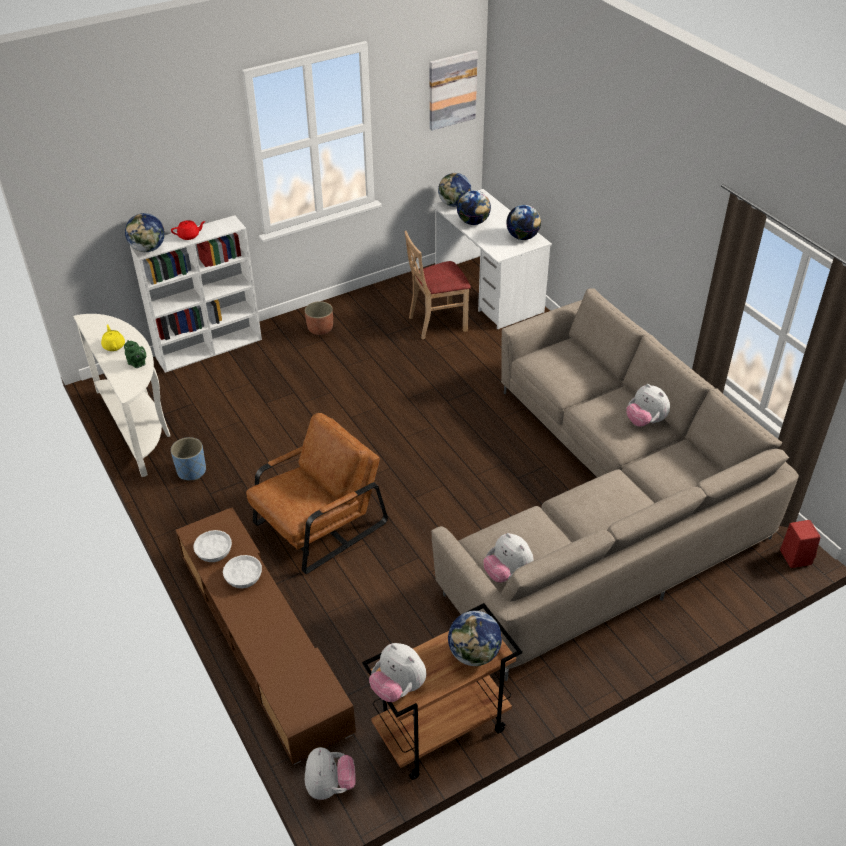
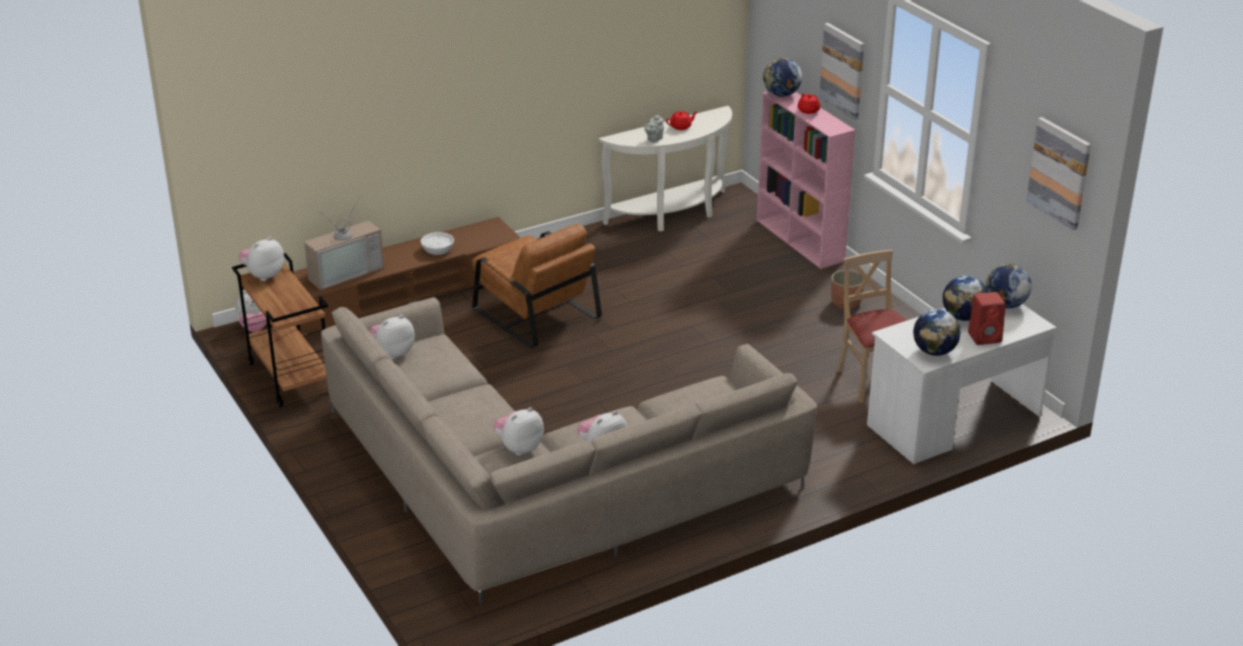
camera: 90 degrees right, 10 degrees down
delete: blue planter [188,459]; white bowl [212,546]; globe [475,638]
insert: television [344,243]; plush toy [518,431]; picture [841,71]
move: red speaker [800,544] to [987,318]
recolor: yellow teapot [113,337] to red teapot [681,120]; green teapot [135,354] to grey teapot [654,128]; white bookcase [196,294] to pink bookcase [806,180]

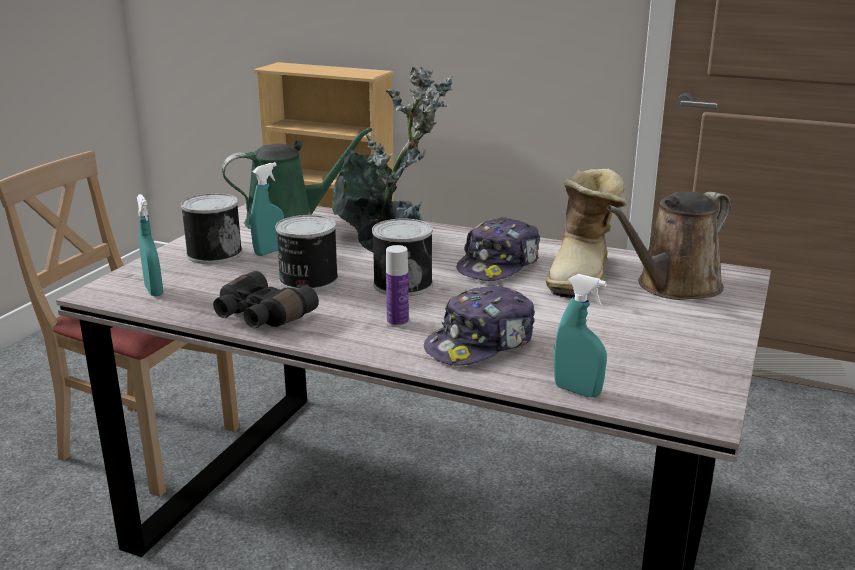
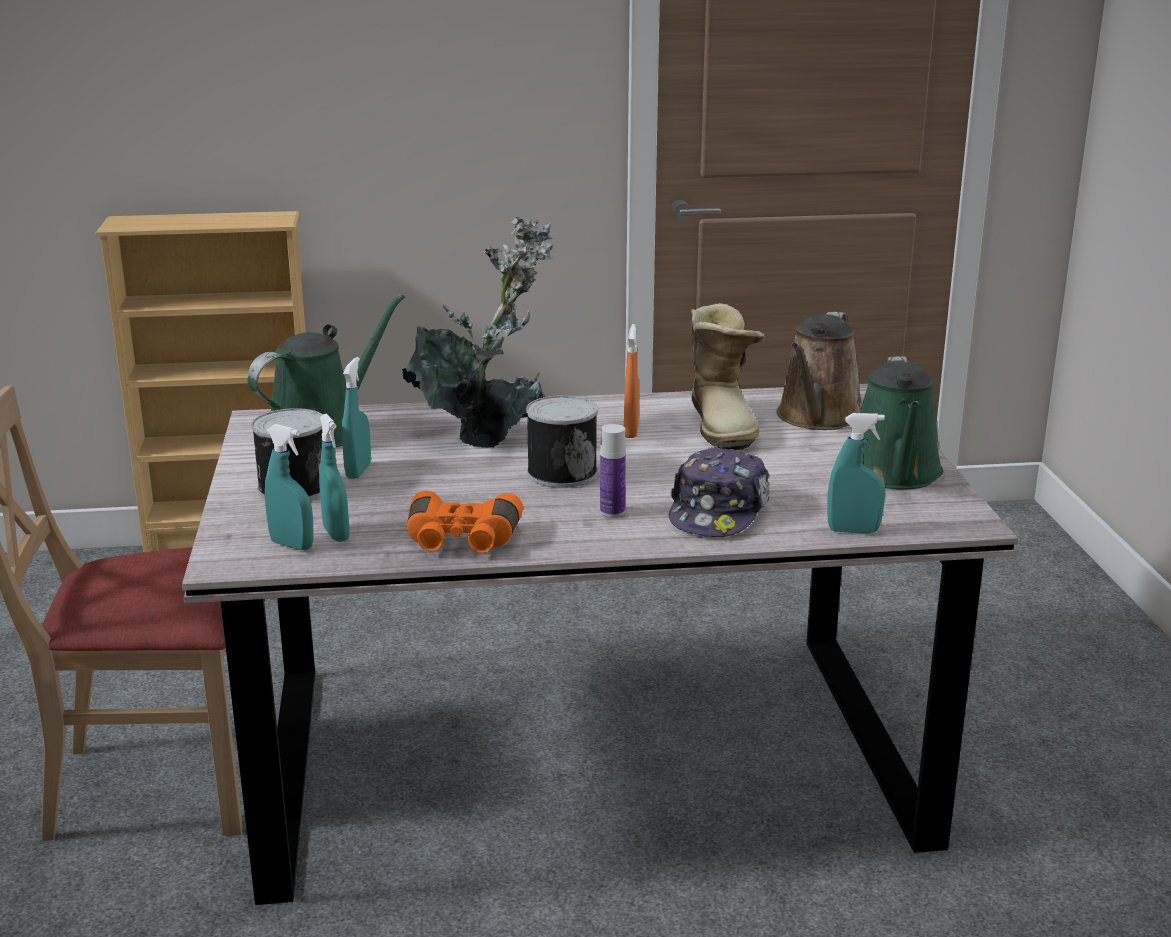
camera: 30 degrees left, 0 degrees up
delete: can [306,253]
insert: turquoise spray bottle [334,478]; green watering can [901,422]
replace: cap [498,248] to orange spray bottle [631,381]
recolor: black binoculars [266,299] to orange binoculars [465,522]

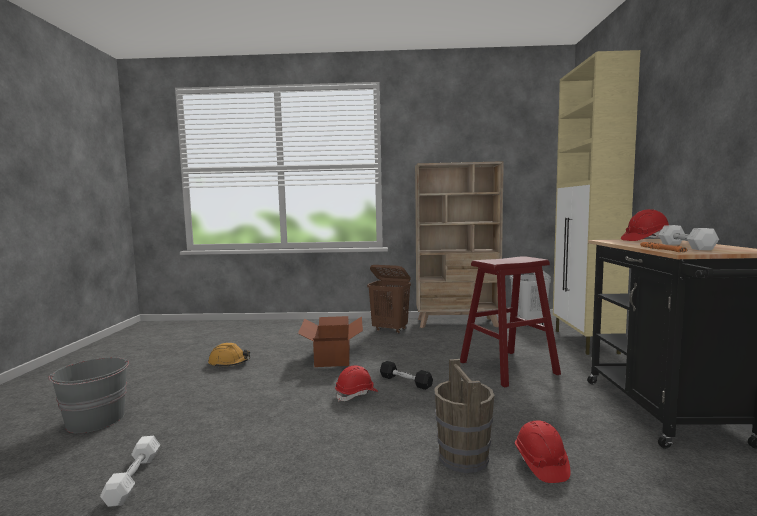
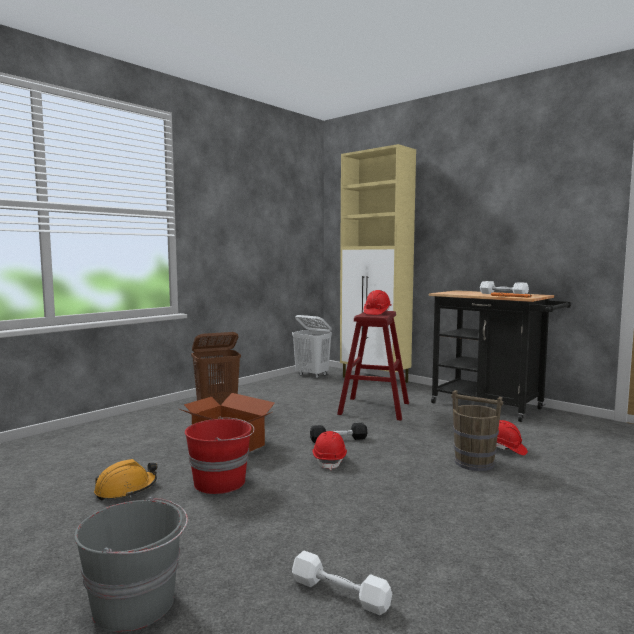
camera: 50 degrees left, 0 degrees up
delete: beige bookcase [459,244]
insert: red bucket [219,455]
move: red hard hat [645,225] to [377,302]

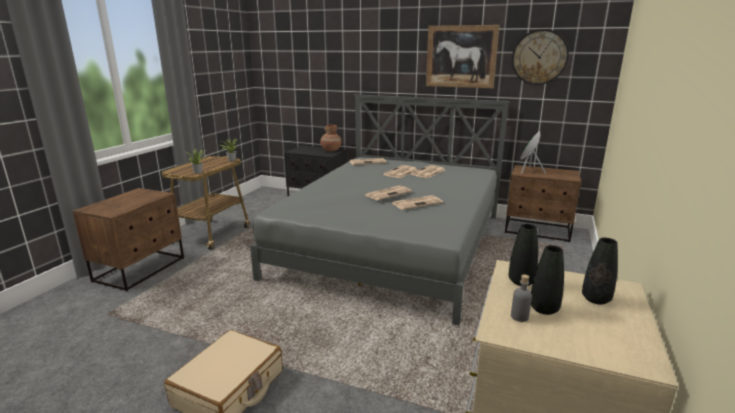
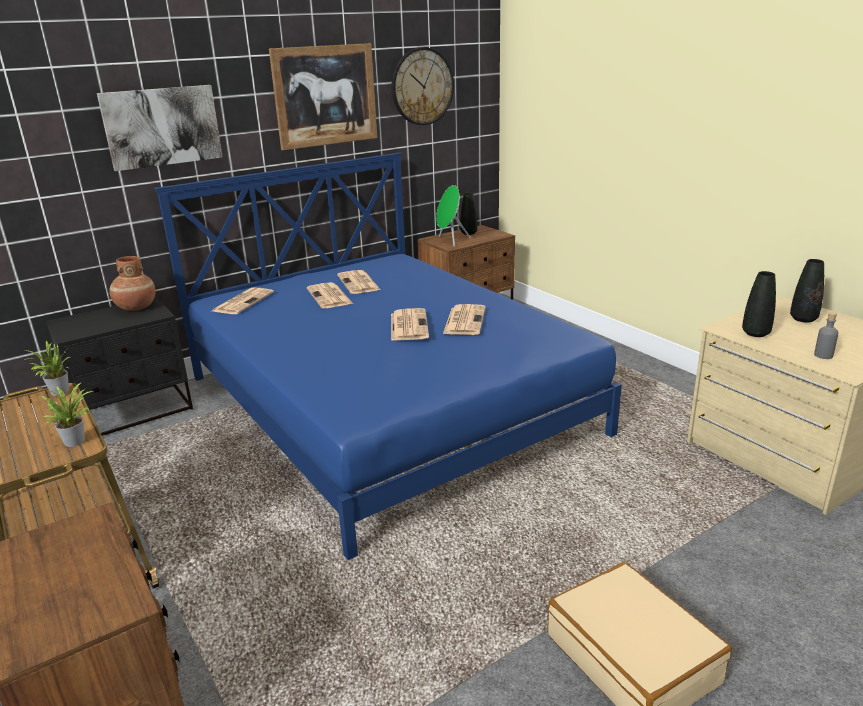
camera: 55 degrees left, 5 degrees up
insert: picture [160,128]
move: black vase [547,280] to [469,214]
recolor: grey bed [380,210] to blue bed [388,356]

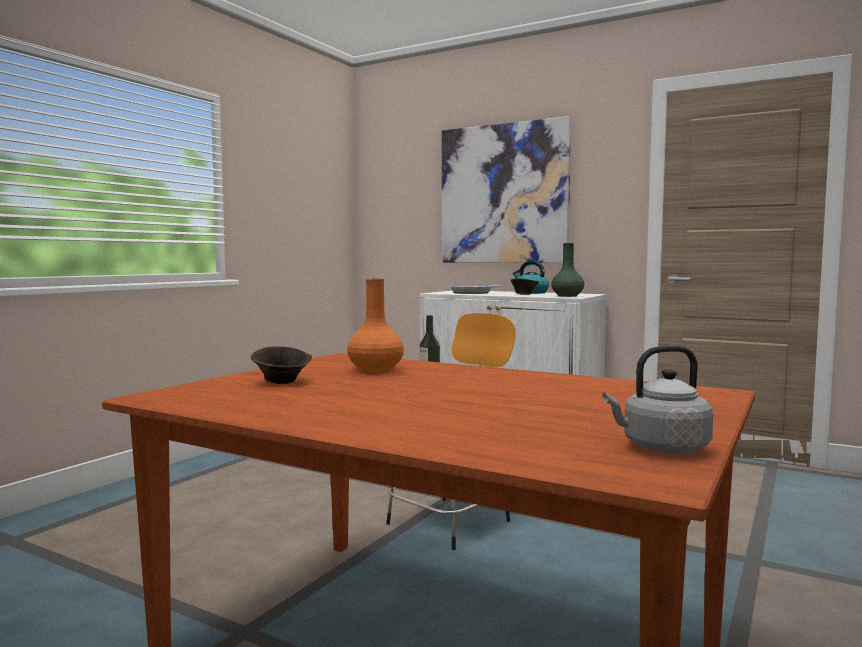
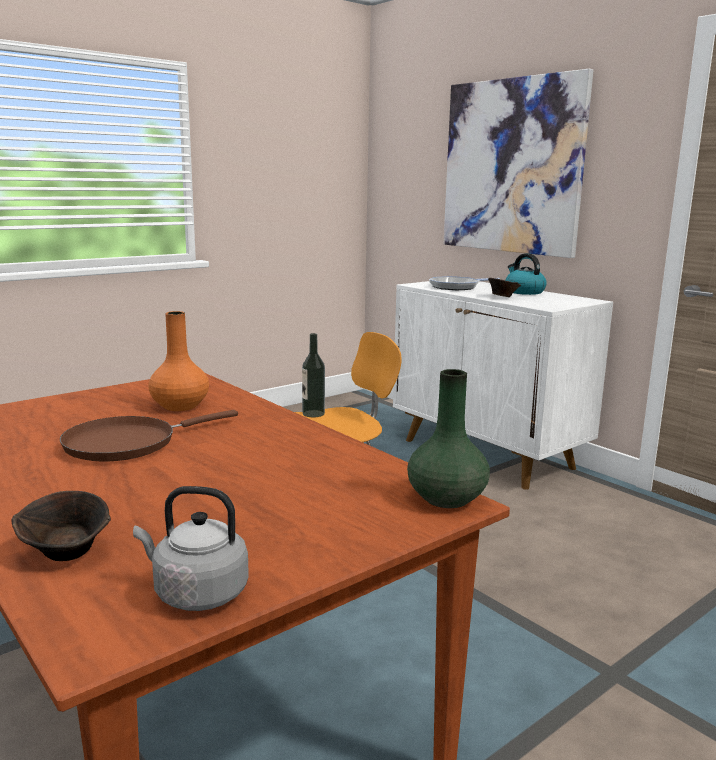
camera: 20 degrees right, 10 degrees up
insert: brown frying pan [149,435]
move: brown bowl [281,365] to [61,526]; green vase [567,270] to [448,438]

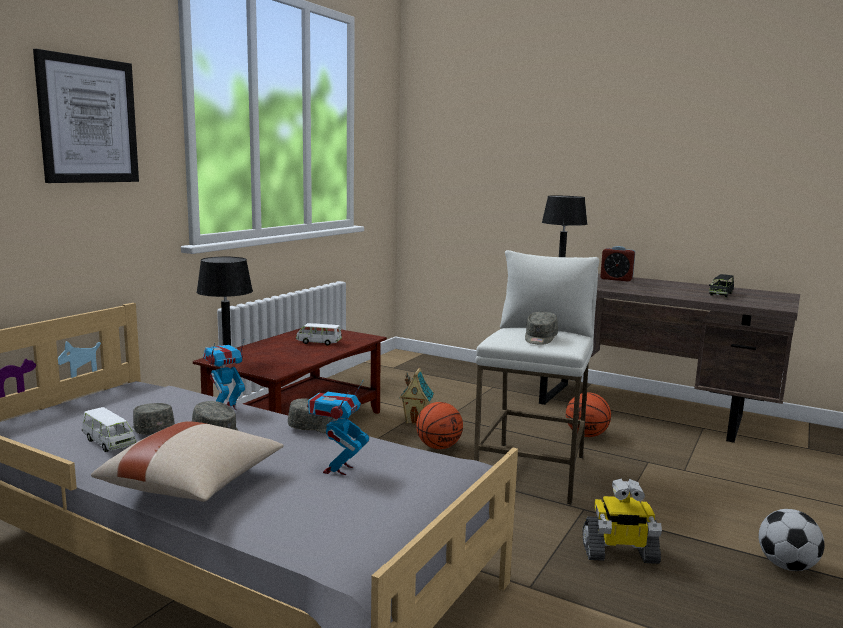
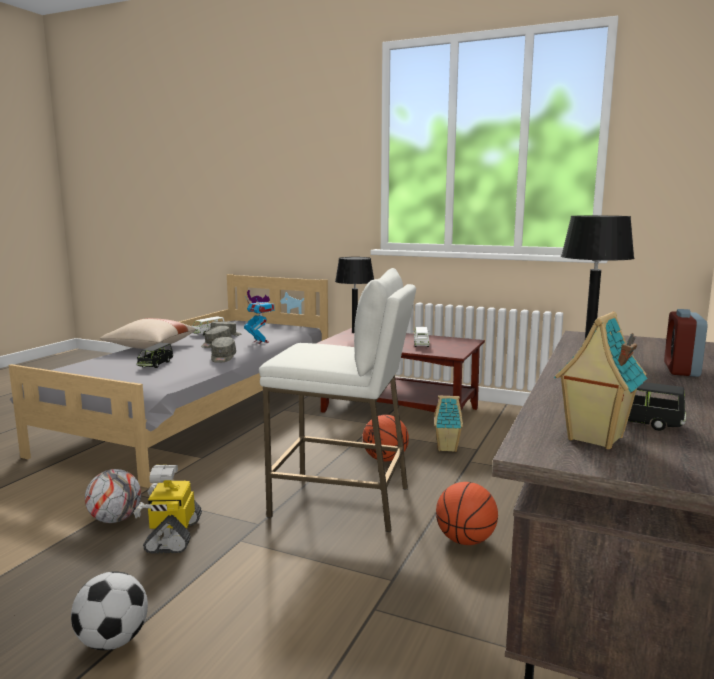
camera: 85 degrees right, 0 degrees up
delete: picture [86,116]; grey cap [541,328]
insert: football [113,496]; toy house [601,380]
replace: toy robot [338,427] to black toy car [155,355]

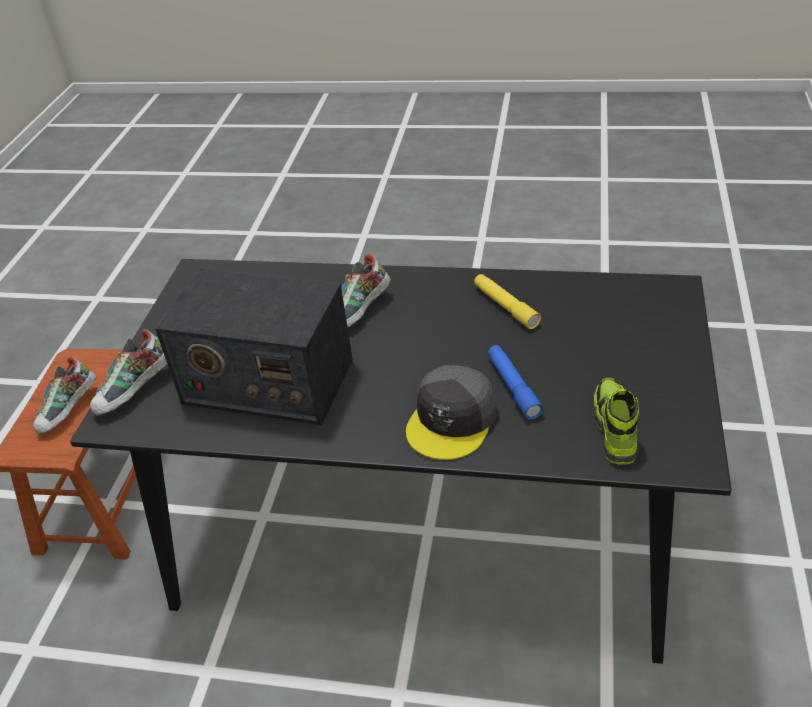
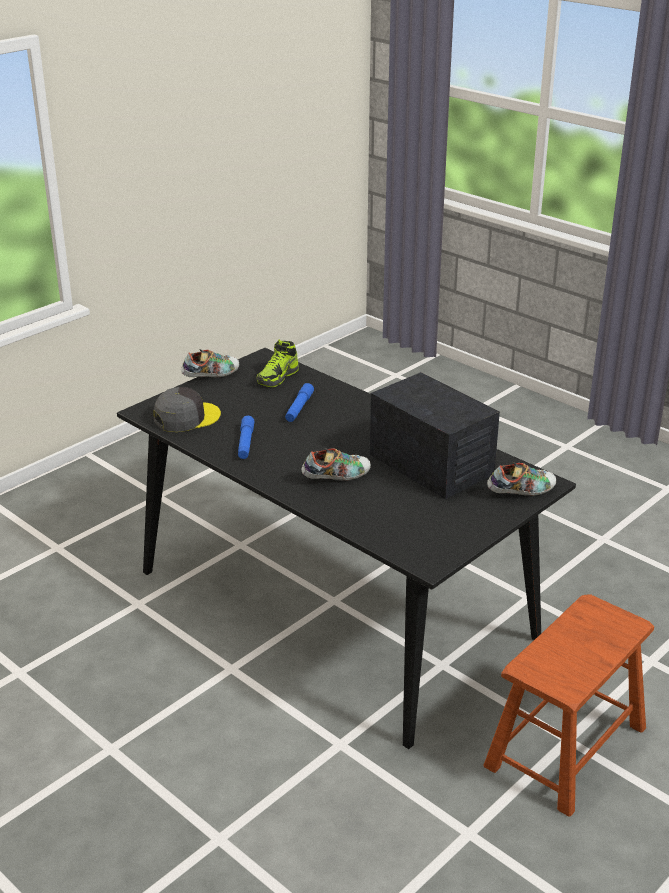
camera: 150 degrees left, 10 degrees down
move: shoe [64,396] to [210,363]; grey cap [451,412] to [187,409]
recolor: yellow flashlight [507,301] to blue flashlight [246,437]

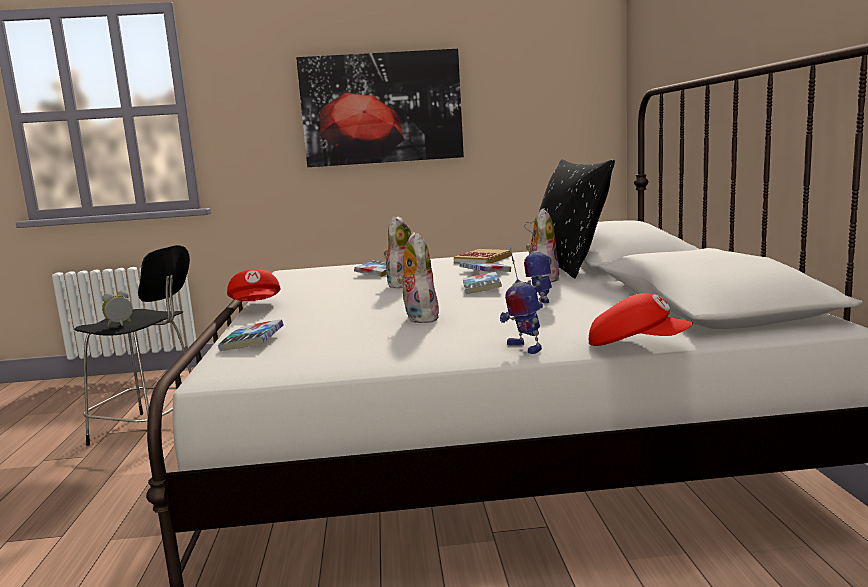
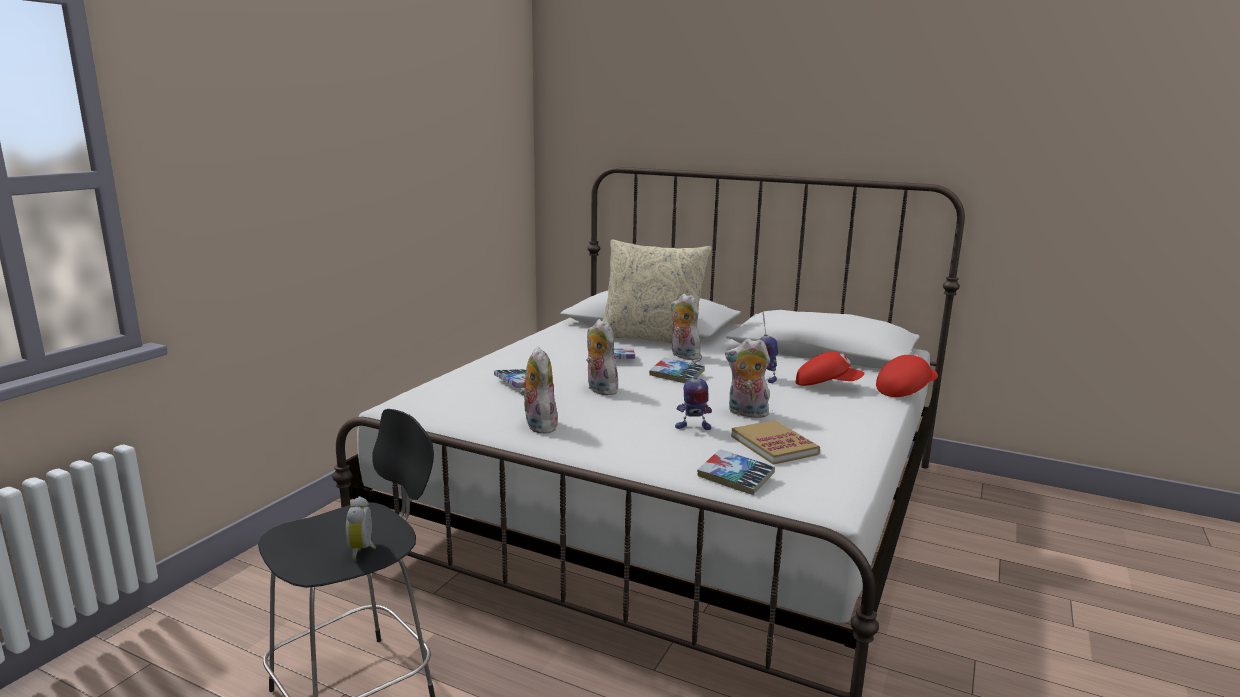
camera: 60 degrees left, 5 degrees up
delete: picture [380,107]
insert: plush toy [539,389]
move: red cap [253,285] to [830,369]; book [482,256] to [775,442]; toy robot [521,299] to [693,390]
recolor: black pillow [572,218] to beige pillow [657,291]

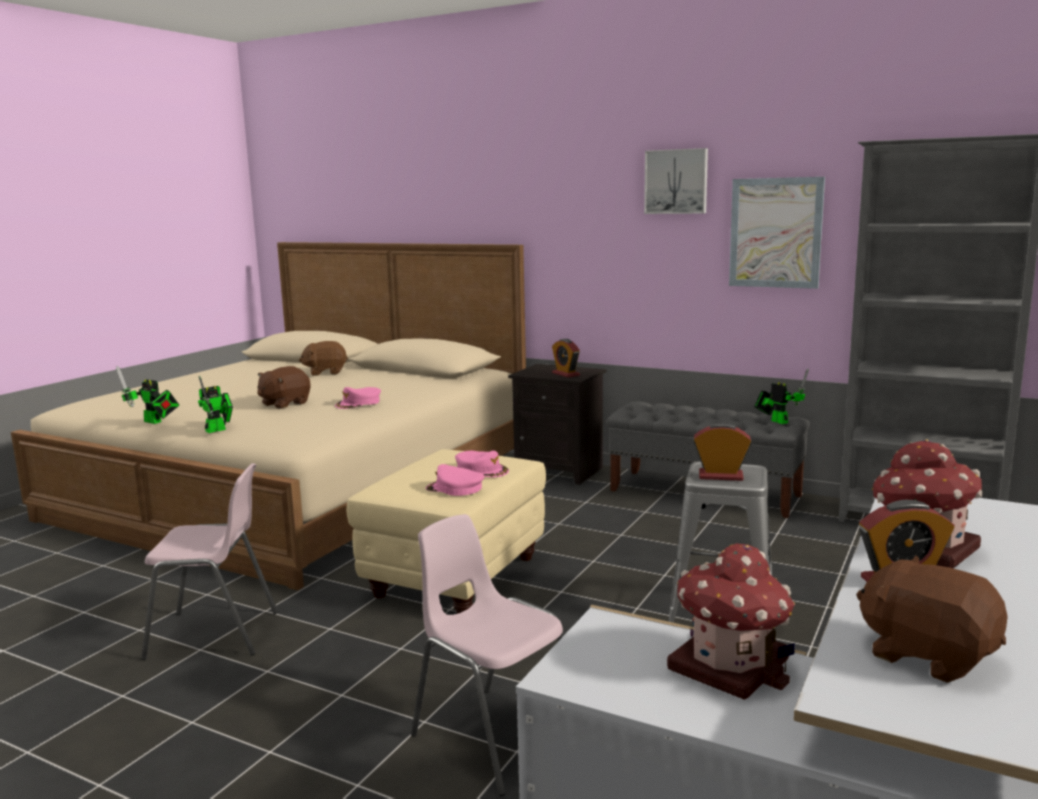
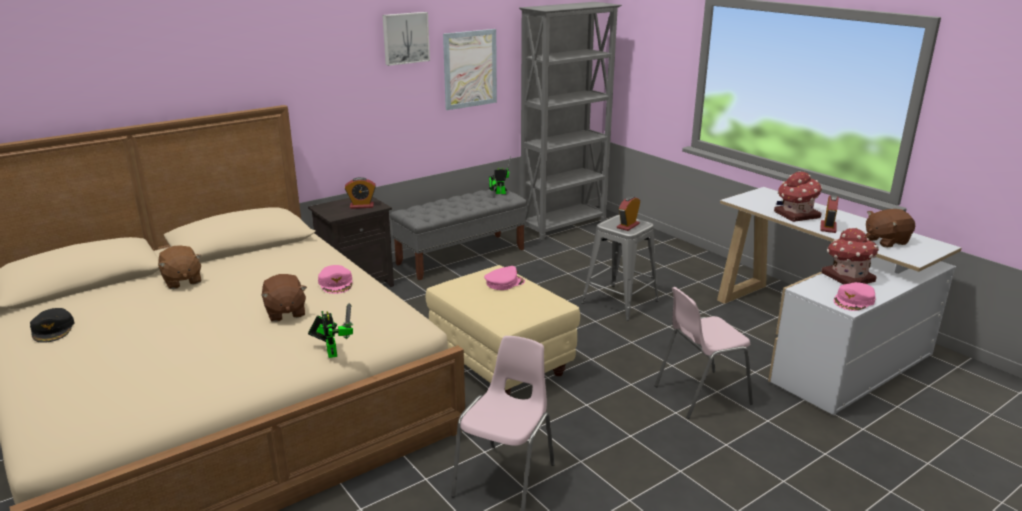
camera: 65 degrees left, 10 degrees up
delete: toy robot [147,395]
insert: black cap [52,325]
move: pink cap [455,480] to [855,296]
rotate: brown plush toy [323,358] = [180,267] 45 degrees counterclockwise

